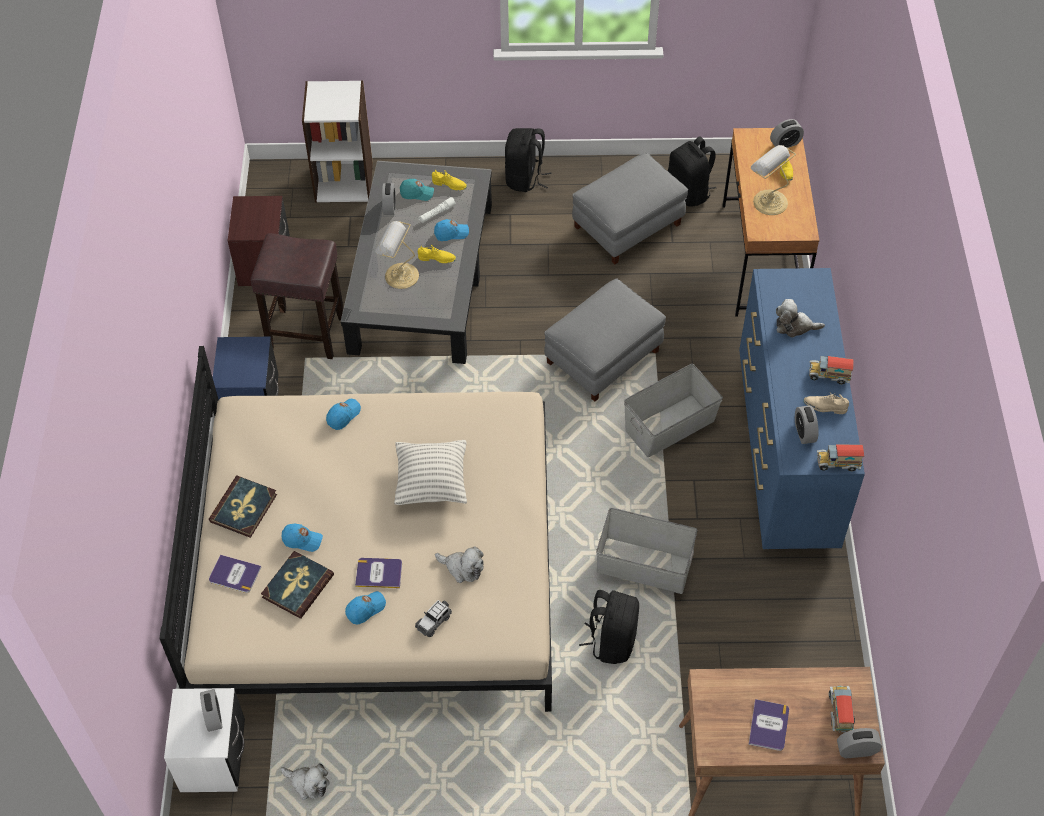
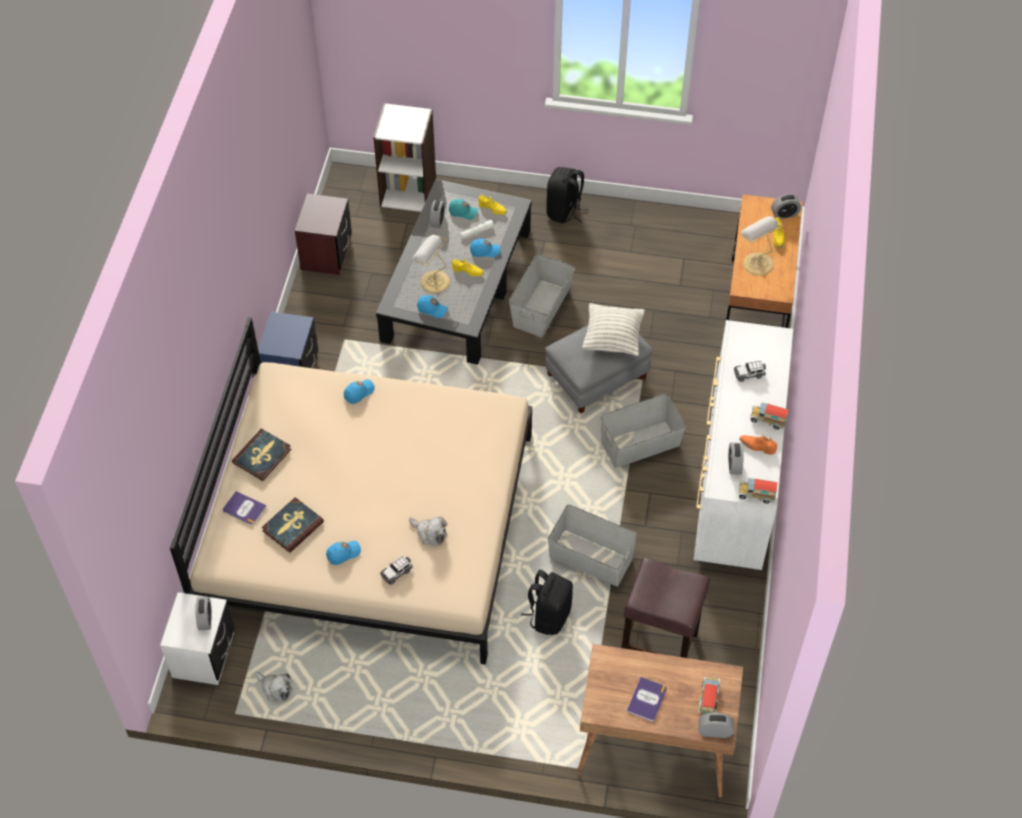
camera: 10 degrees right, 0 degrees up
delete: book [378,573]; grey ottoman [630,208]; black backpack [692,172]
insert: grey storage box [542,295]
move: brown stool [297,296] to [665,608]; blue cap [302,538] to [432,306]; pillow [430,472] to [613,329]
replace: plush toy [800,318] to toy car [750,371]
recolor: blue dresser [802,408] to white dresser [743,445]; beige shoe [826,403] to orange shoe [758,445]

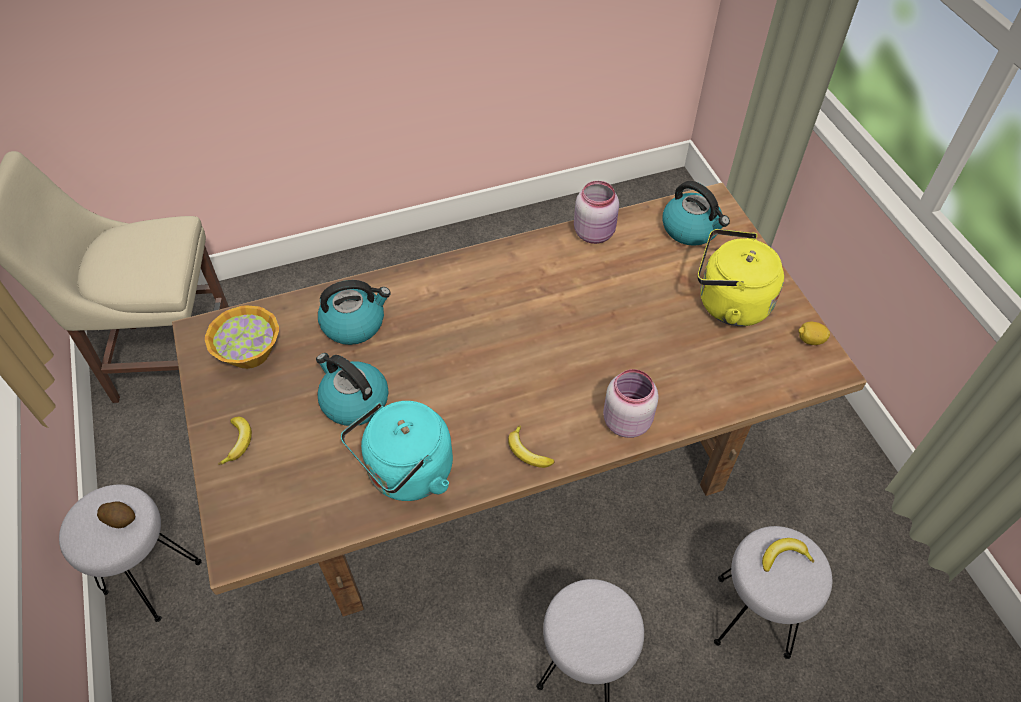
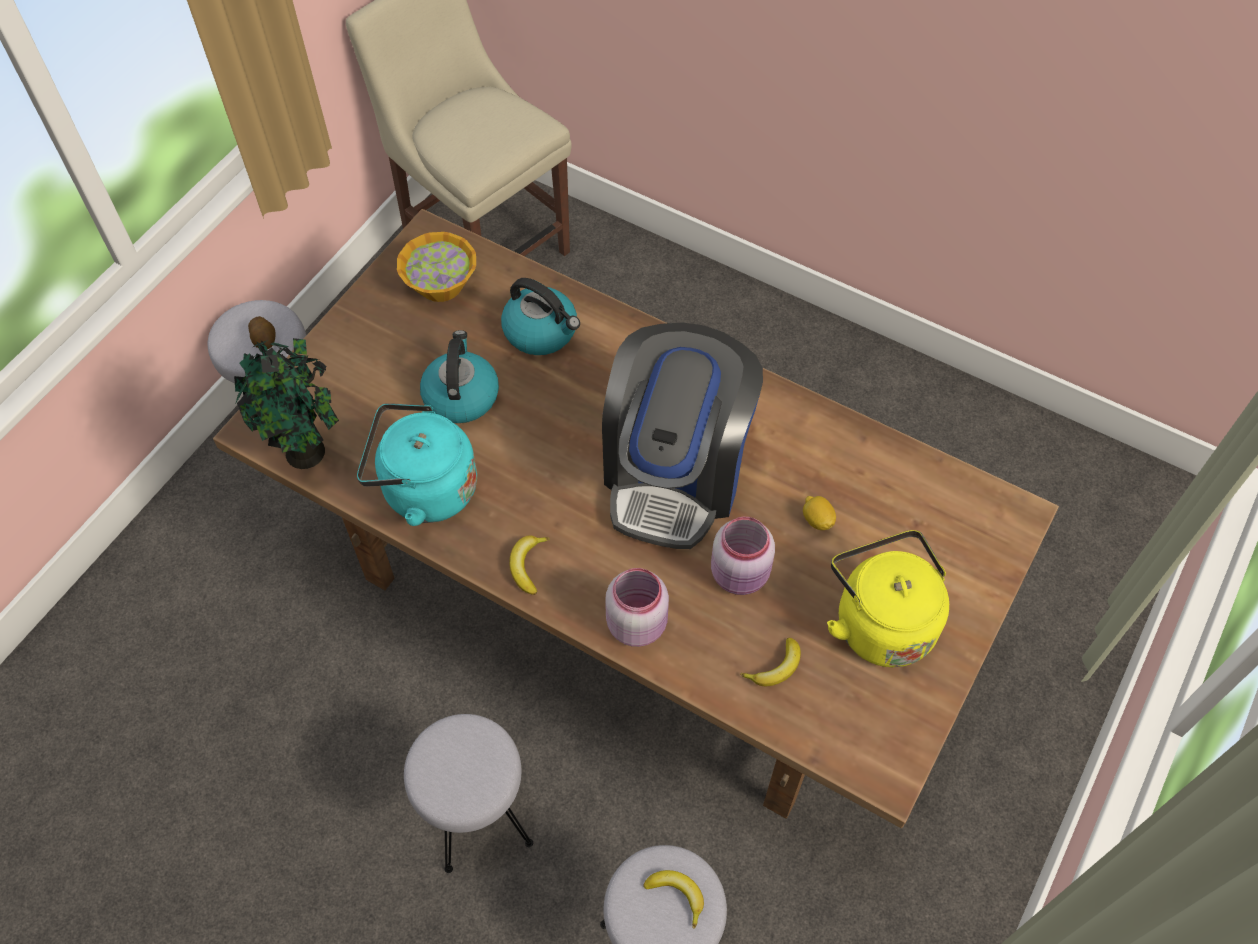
camera: 50 degrees right, 5 degrees up
delete: kettle [696,213]
insert: potted plant [286,403]; coffee machine [682,435]
move: banana [235,441] to [770,662]; pink jar [596,212] to [743,556]; lemon [814,333] to [819,513]

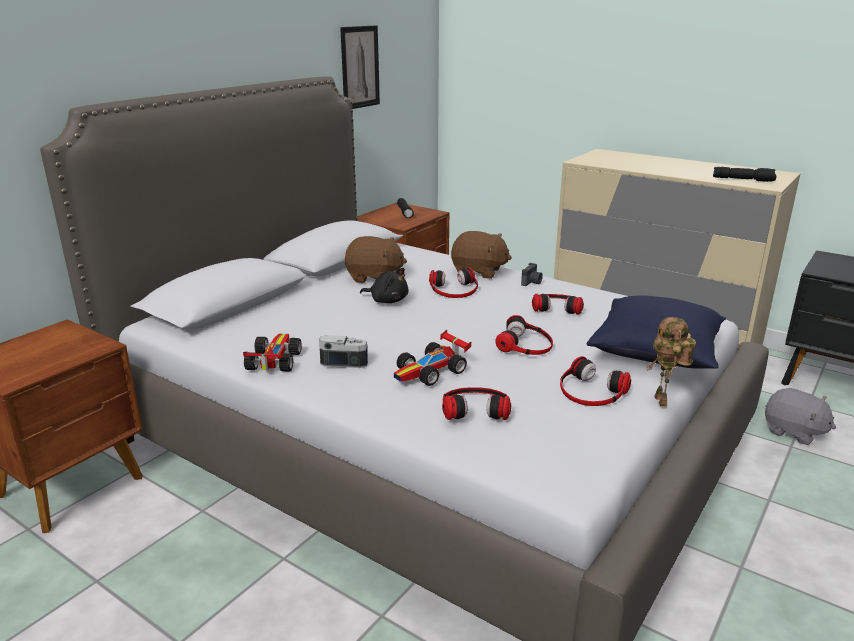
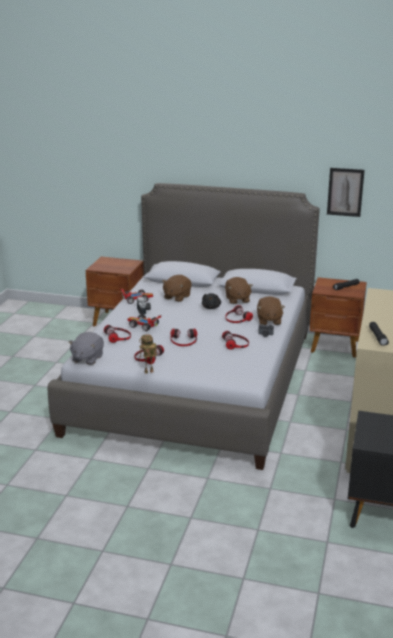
camera: 70 degrees right, 0 degrees up
delete: blue pillow [656,332]
insert: brown plush toy [177,288]
move: grey plush toy [800,416] to [86,348]

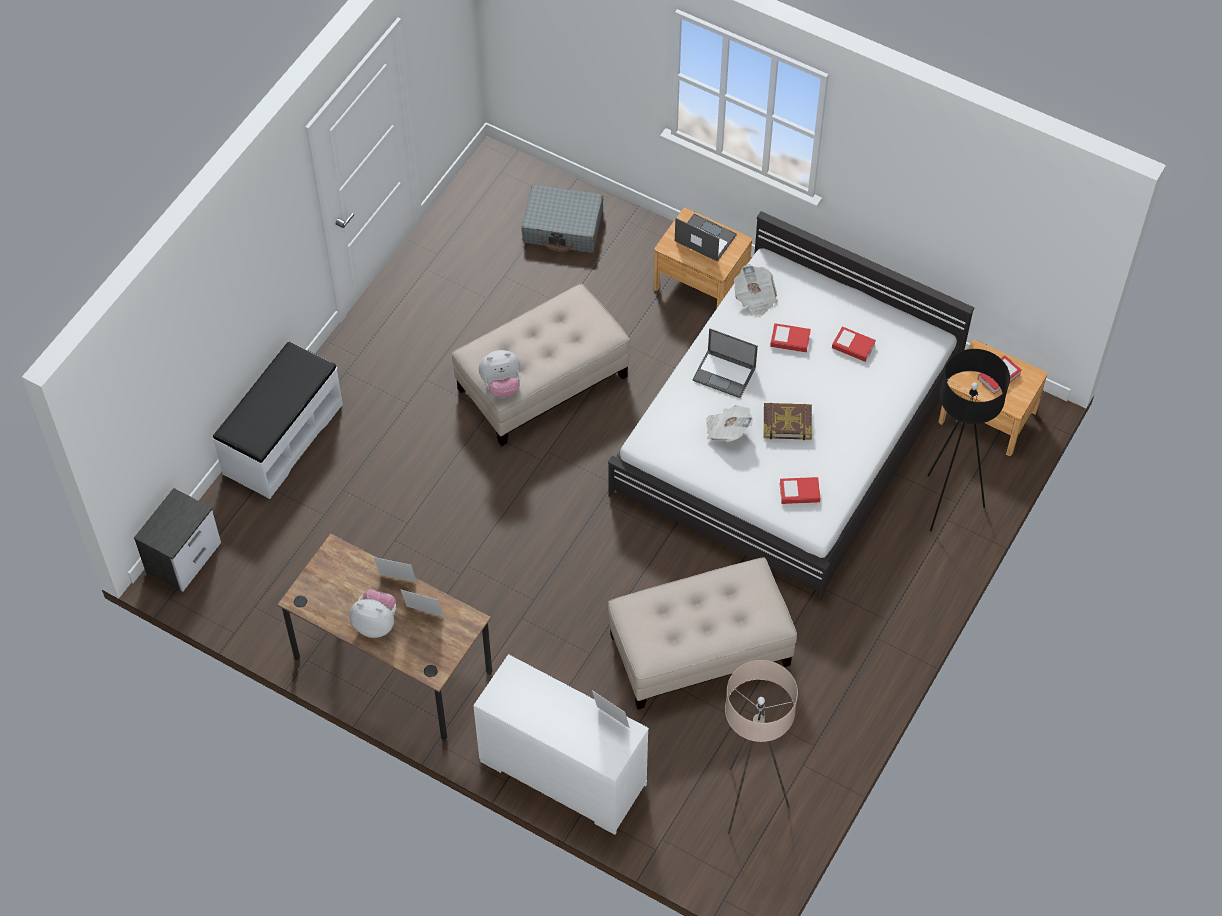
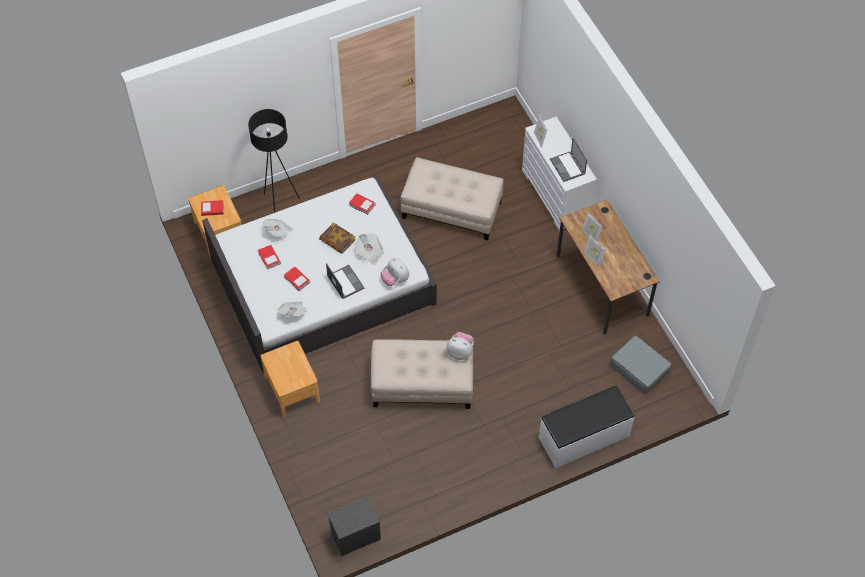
camera: 145 degrees left, 0 degrees up
delete: beige floor lamp [761,747]
insert: newspaper [278,228]
move: nightstand [177,540] to [354,526]; plush toy [372,613] to [395,272]; grey suitcase [562,219] to [641,364]; laptop [706,238] to [568,160]

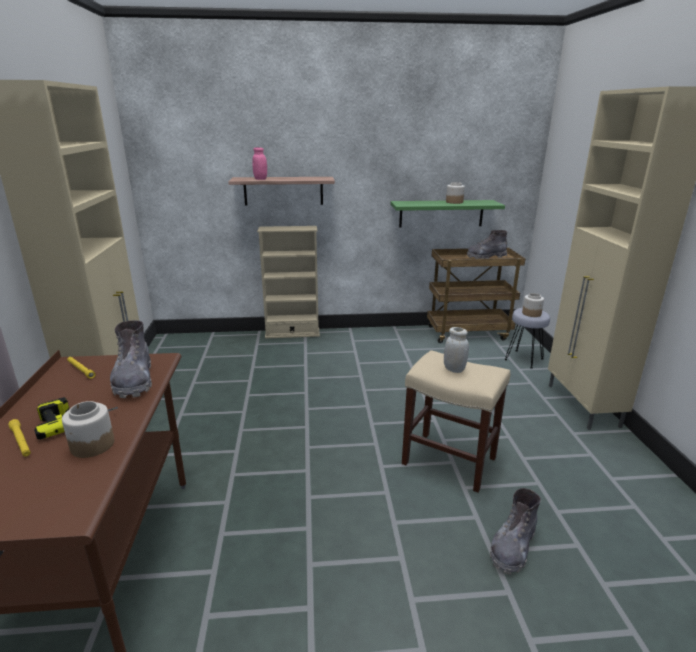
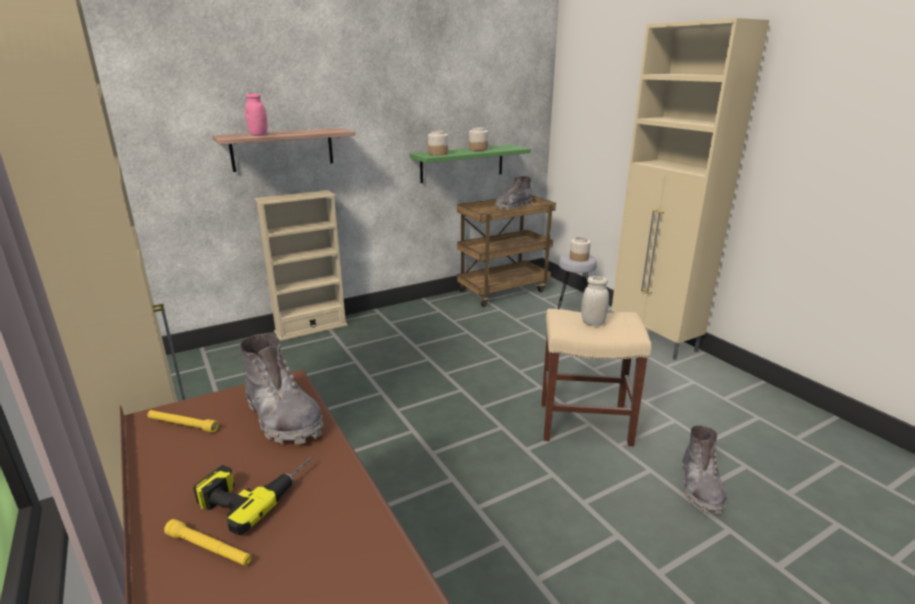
camera: 25 degrees left, 0 degrees up
move: jar [88,429] to [438,143]

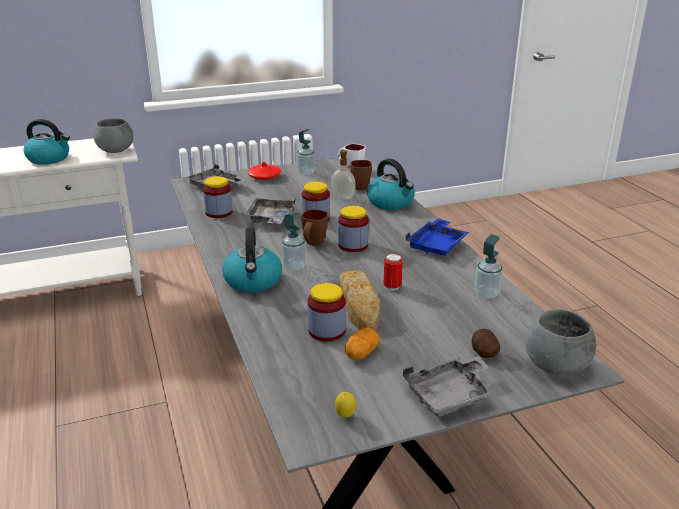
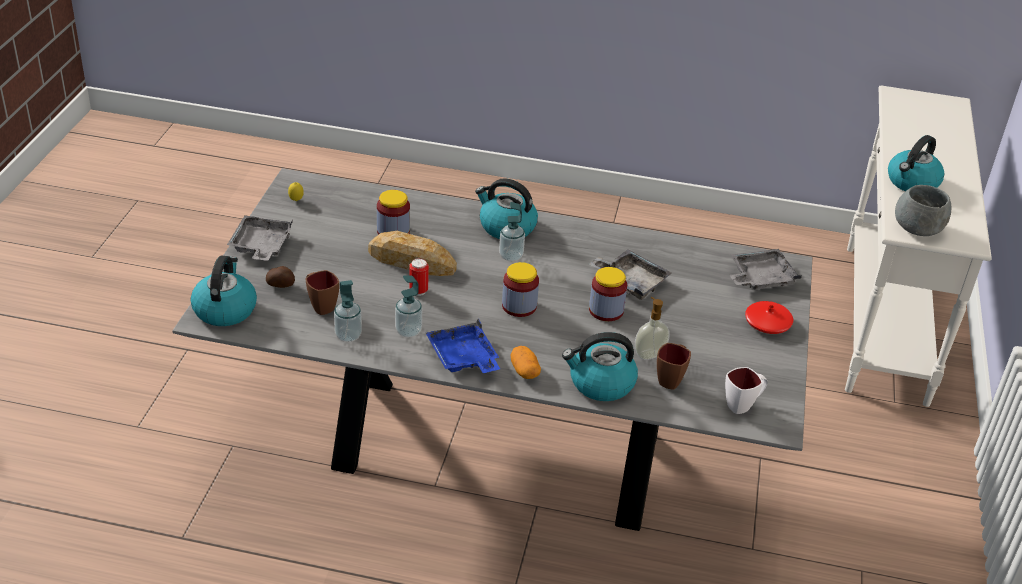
camera: 120 degrees right, 10 degrees up
delete: jar [218,197]
move: soap dispenser [306,152] to [408,306]; brown mug [314,227] to [322,292]; potato [362,343] to [526,362]
replace: grey bowl [560,342] to kettle [224,291]

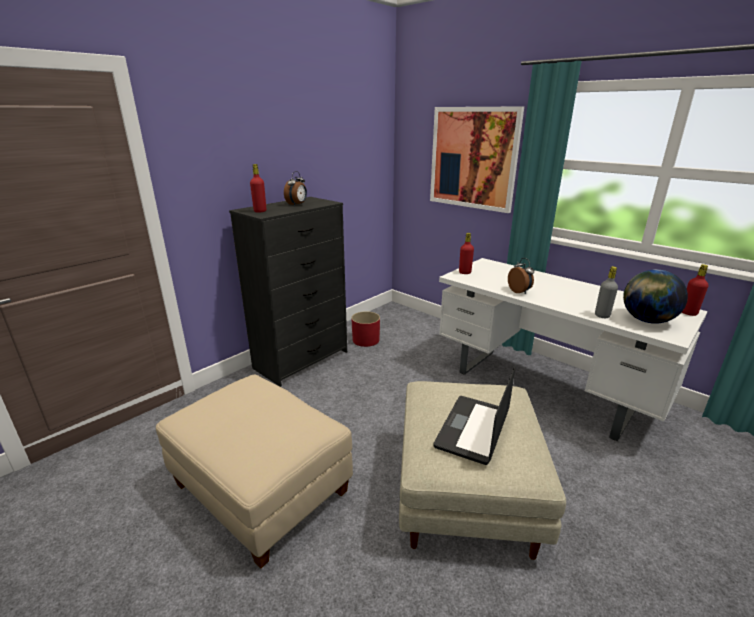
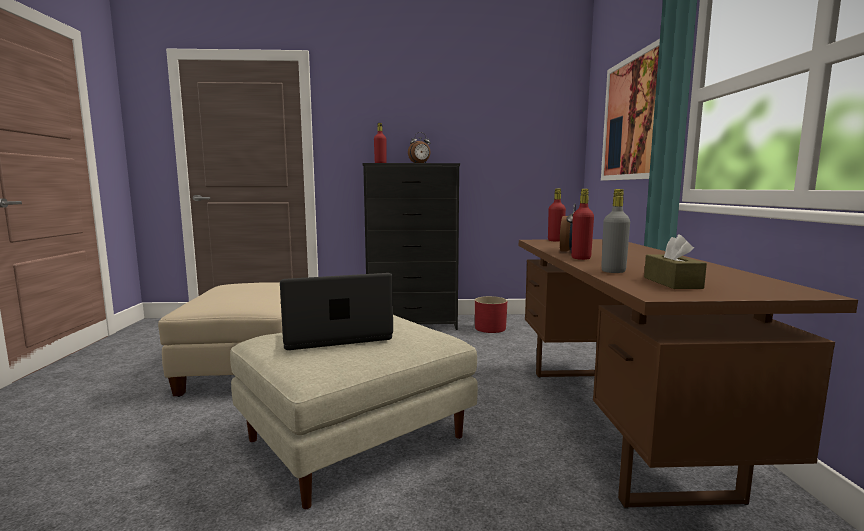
camera: 45 degrees right, 15 degrees down
move: red bottle [695,290] to [582,224]
replace: globe [655,297] to brown tissue box [675,261]
recolor: white desk [573,349] to brown desk [688,374]

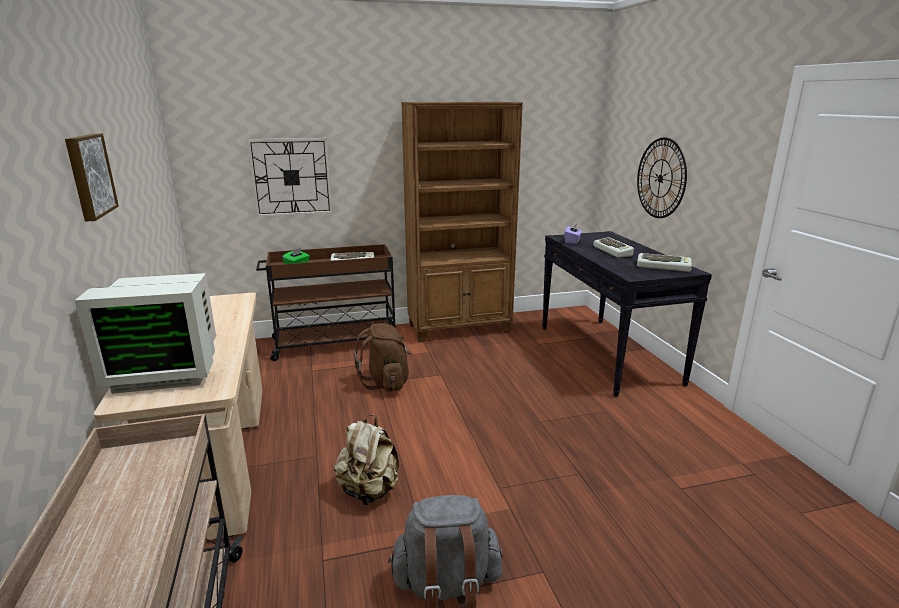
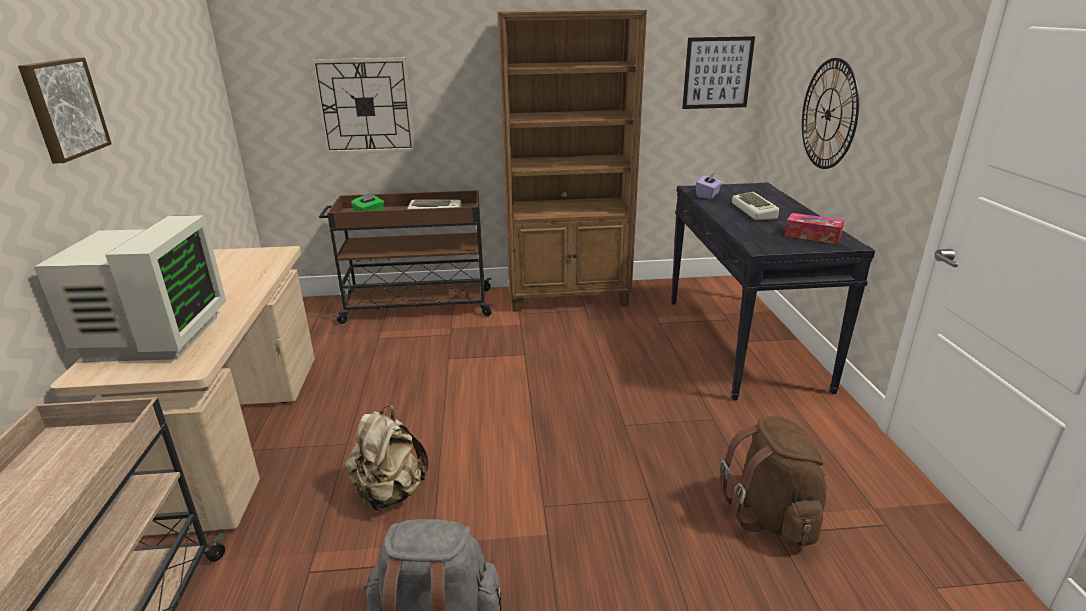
camera: 10 degrees right, 5 degrees up
insert: picture [718,72]
move: brown backpack [383,357] to [772,481]
replace: keyboard [664,262] to tissue box [814,228]
rotate: monitor [145,333] = [130,288] 90 degrees counterclockwise

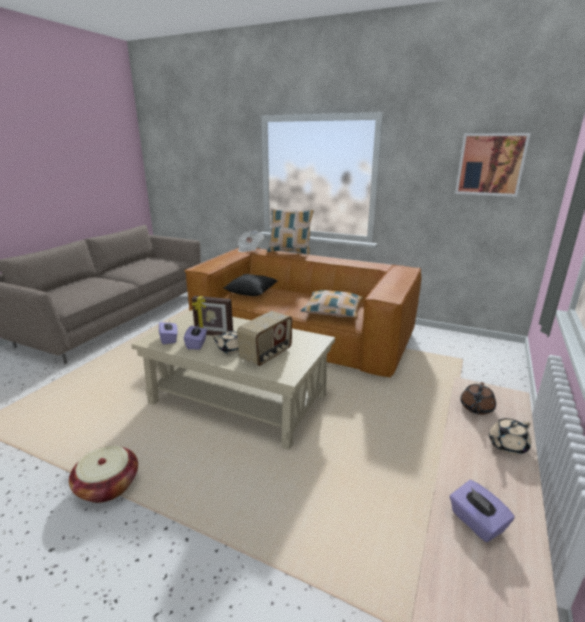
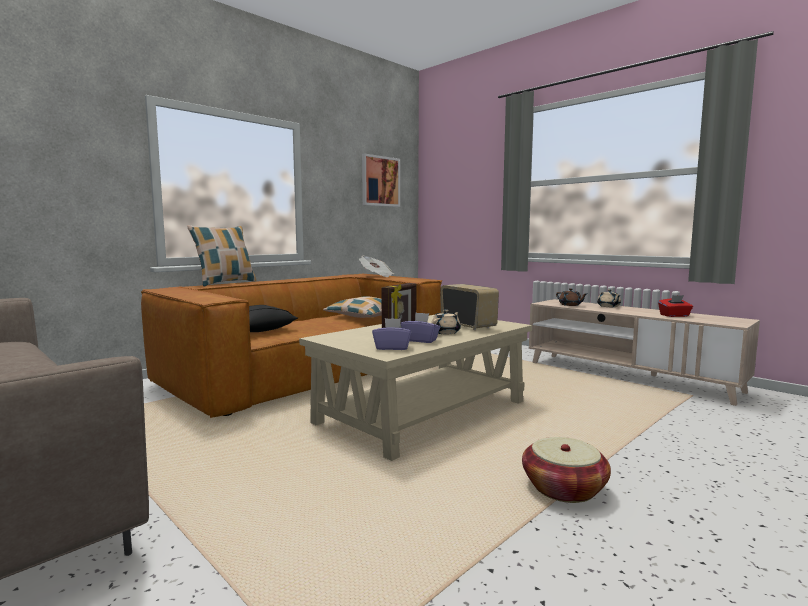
camera: 70 degrees left, 15 degrees down
move: newspaper [250,241] to [376,266]
recolor: purple tissue box [482,511] to red tissue box [675,306]

